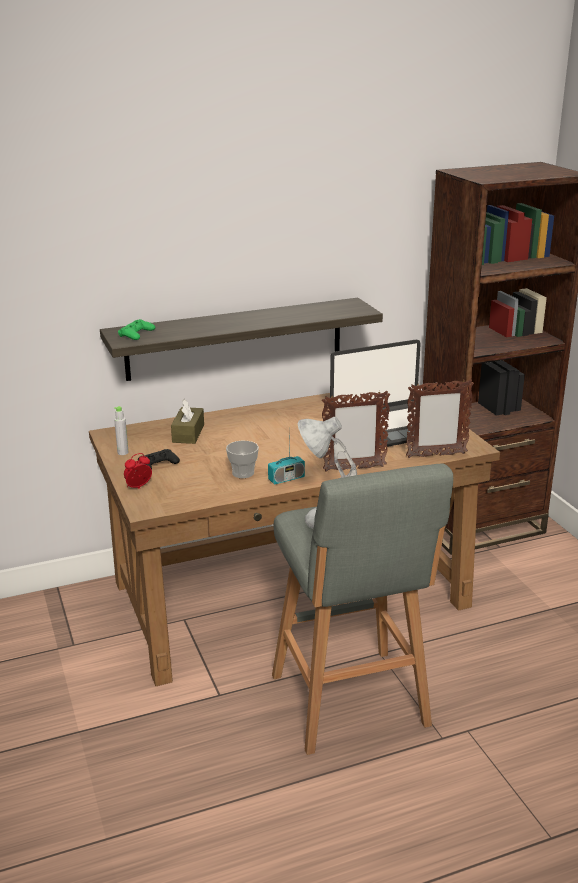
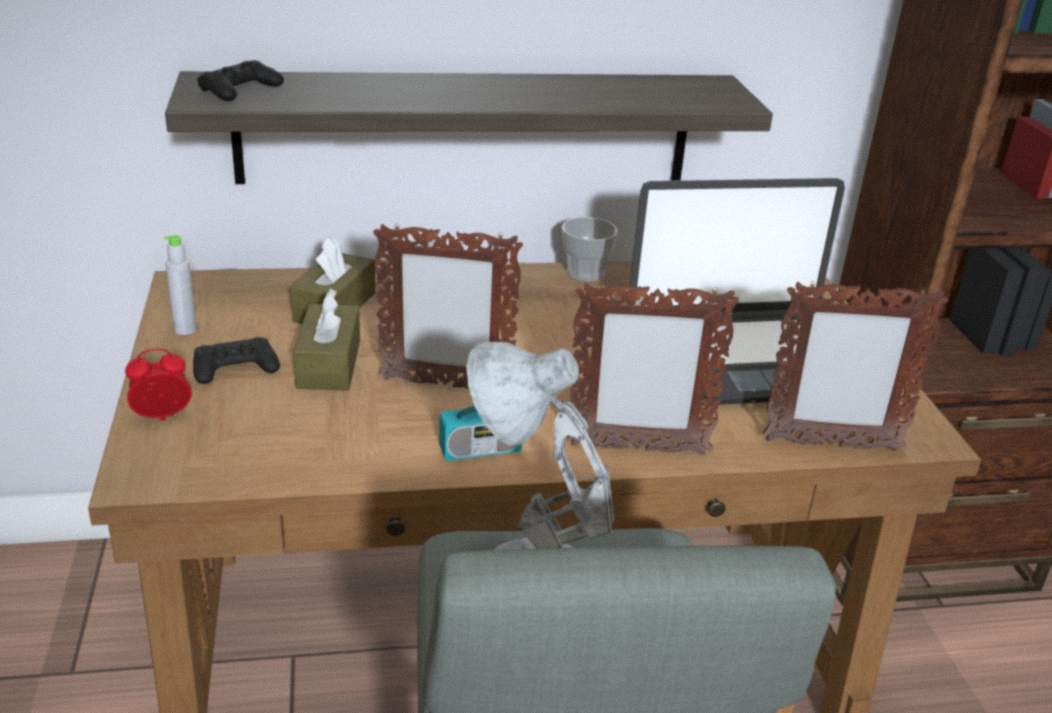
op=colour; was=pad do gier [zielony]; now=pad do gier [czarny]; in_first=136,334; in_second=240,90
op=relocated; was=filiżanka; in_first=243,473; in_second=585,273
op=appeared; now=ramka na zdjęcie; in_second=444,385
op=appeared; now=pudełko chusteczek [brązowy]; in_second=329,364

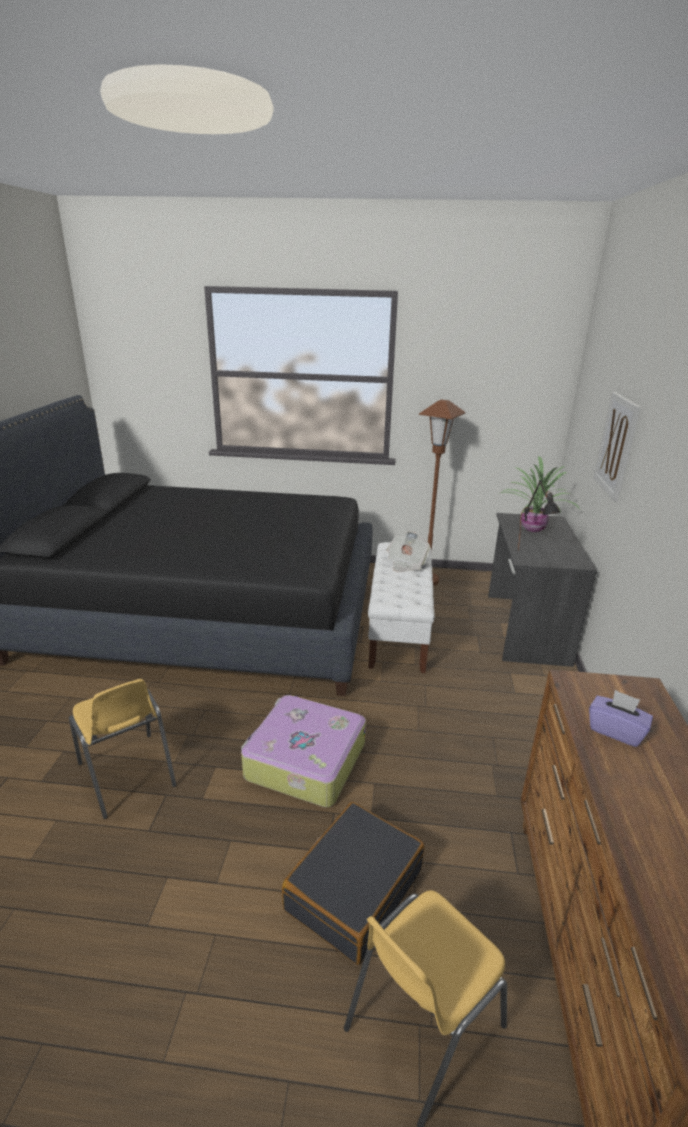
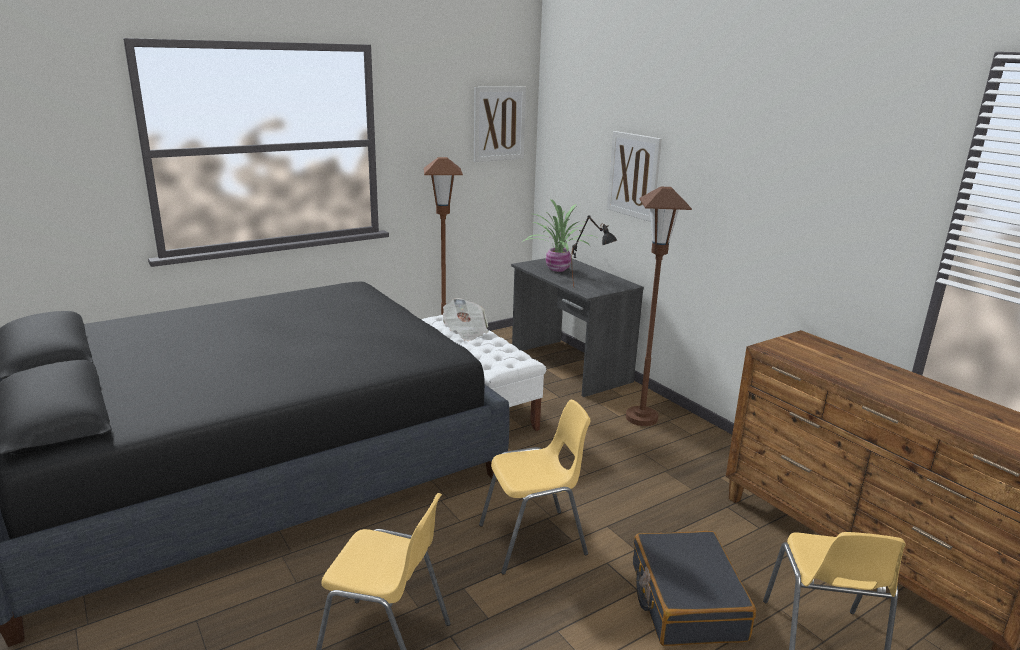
op=missing; was=pudełko chusteczek [fioletowy]; in_first=615,731
op=exchanged; was=walizka; now=krzesło [żółty]; in_first=304,761; in_second=534,540
op=appeared; now=obraz; in_second=499,124
op=appeared; now=lampa stojąca [brązowy]; in_second=641,418

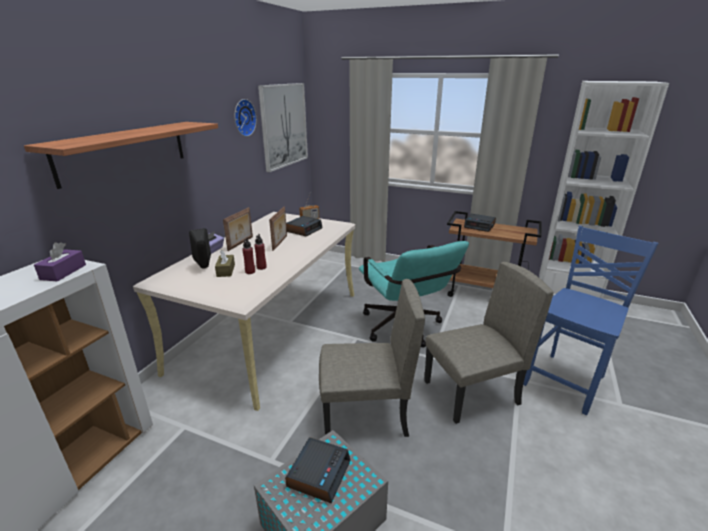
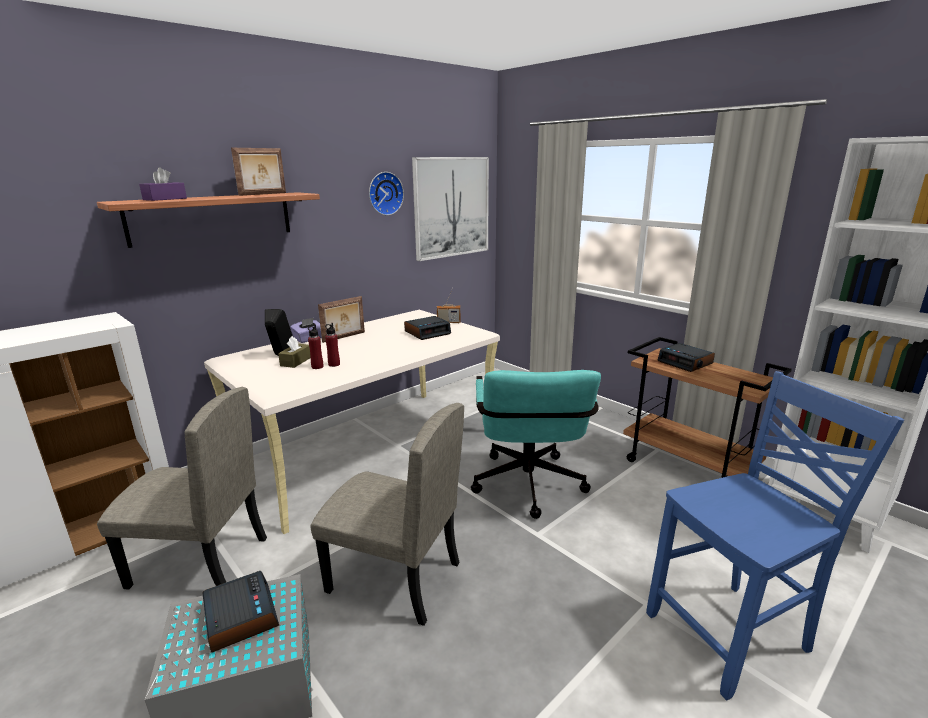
op=relocated; was=ramka na zdjęcie; in_first=280,243; in_second=263,194
op=relocated; was=pudełko chusteczek [fioletowy]; in_first=63,272; in_second=165,199
op=relocated; was=krzesło [beżowy]; in_first=471,393; in_second=199,562
op=spun; was=budzik; in_first=318,473; in_second=240,616; clockwise=-75

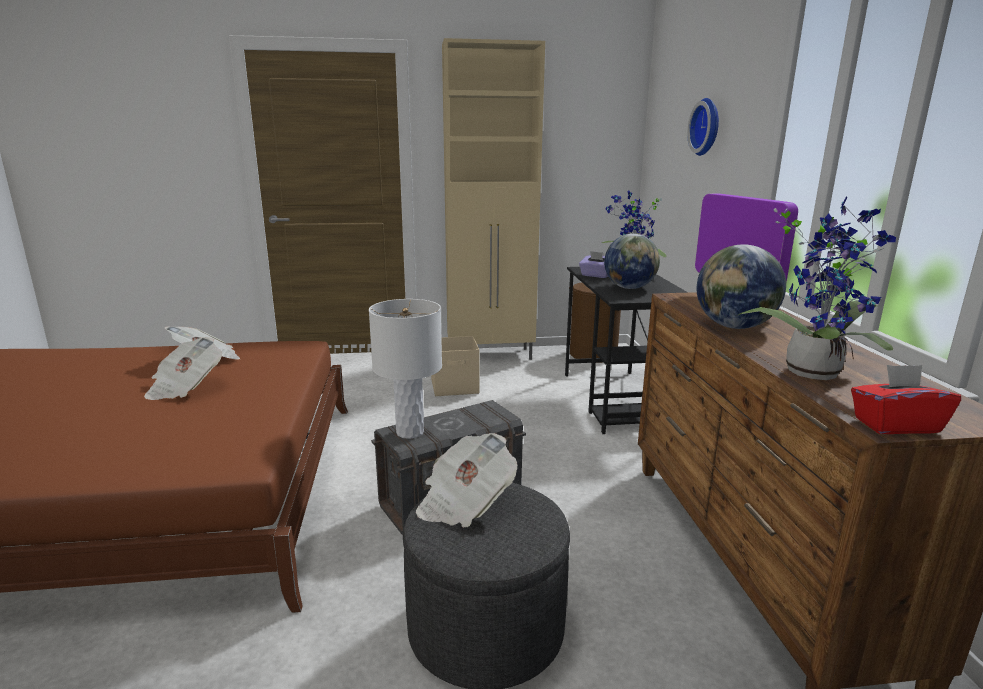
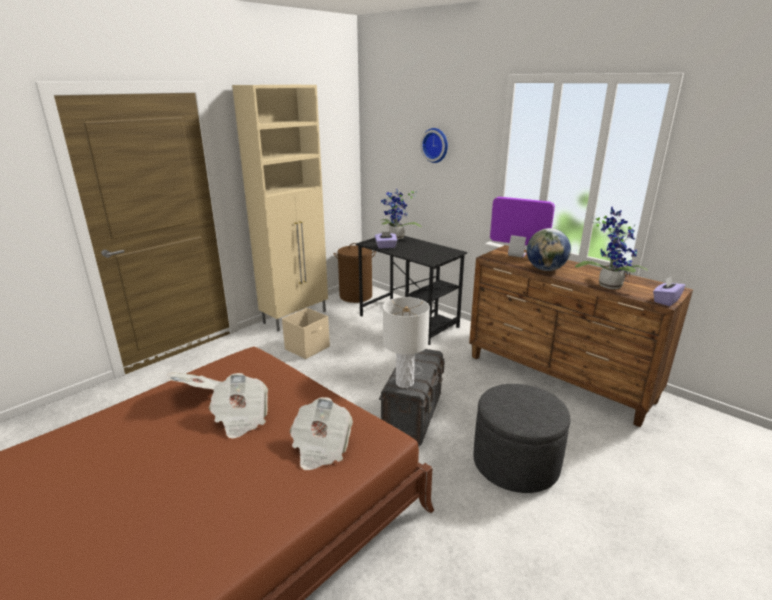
op=missing; was=globus; in_first=629,288
op=colour; was=pudełko chusteczek [czerwony]; now=pudełko chusteczek [fioletowy]; in_first=895,425; in_second=665,301
op=relocated; was=gazeta; in_first=464,502; in_second=321,447

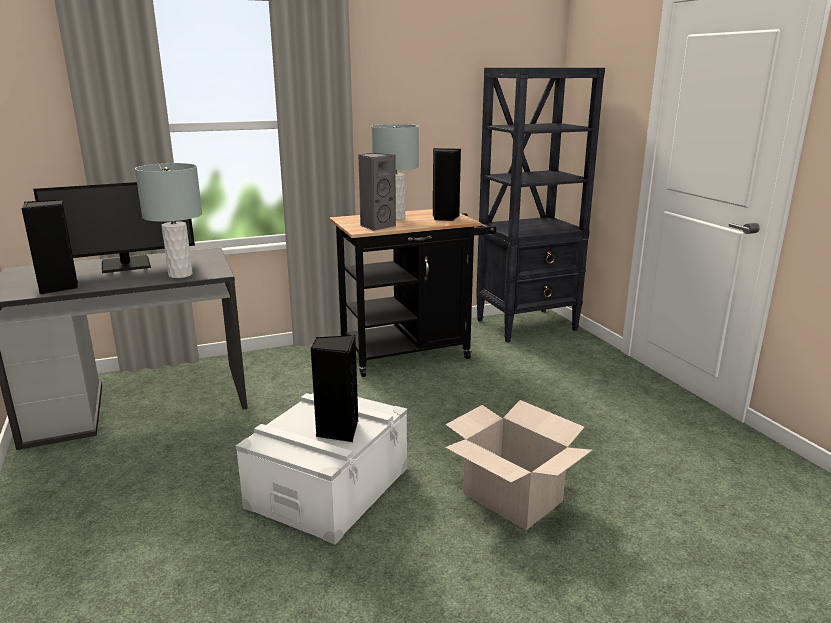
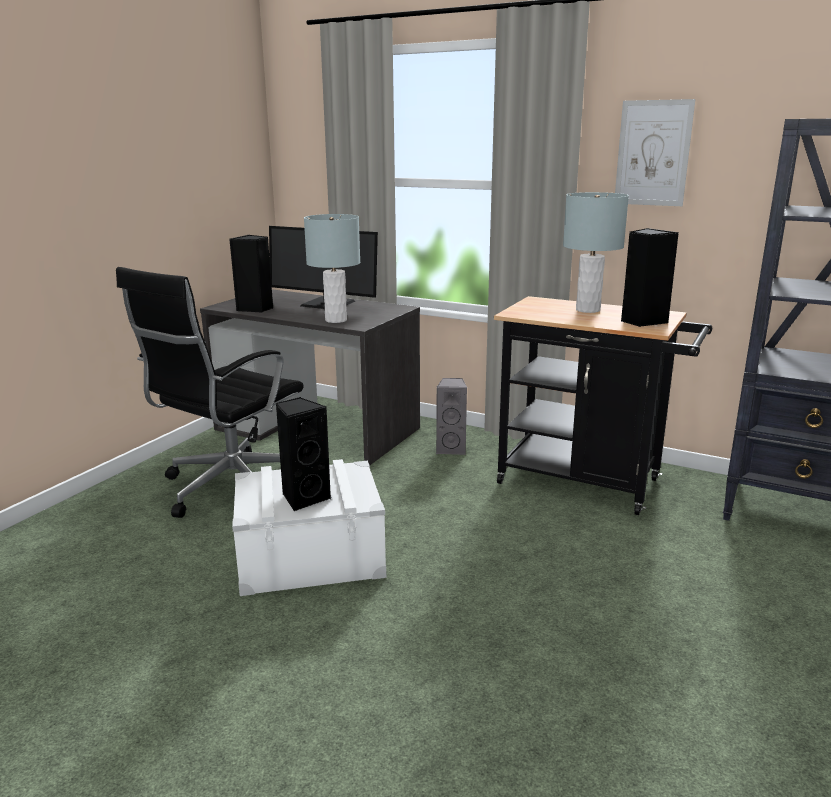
op=relocated; was=głośnik [szary]; in_first=376,226; in_second=451,449
op=missing; was=karton; in_first=513,497
op=appeared; now=obraz; in_second=653,153
op=appeared; now=krzesło biurowe [czarny]; in_second=231,488

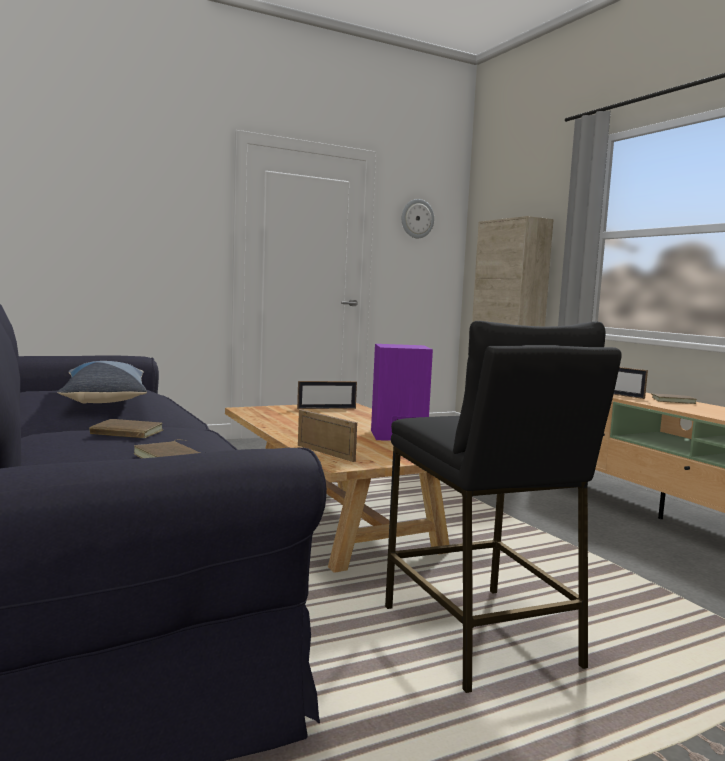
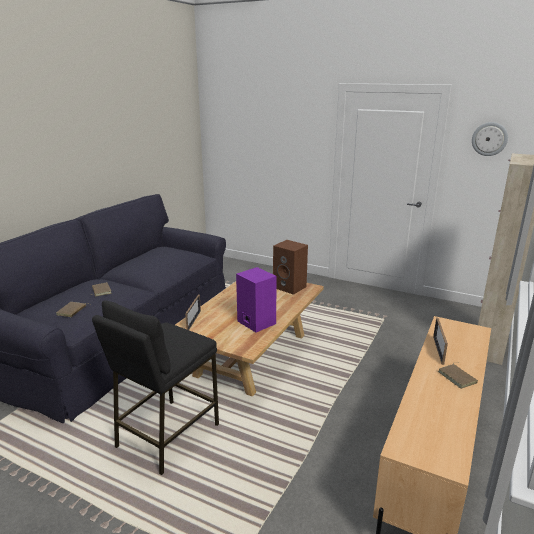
op=missing; was=poduszka; in_first=105,398
op=exchanged; was=ramka na zdjęcie; now=głośnik [brązowy]; in_first=326,408; in_second=290,287

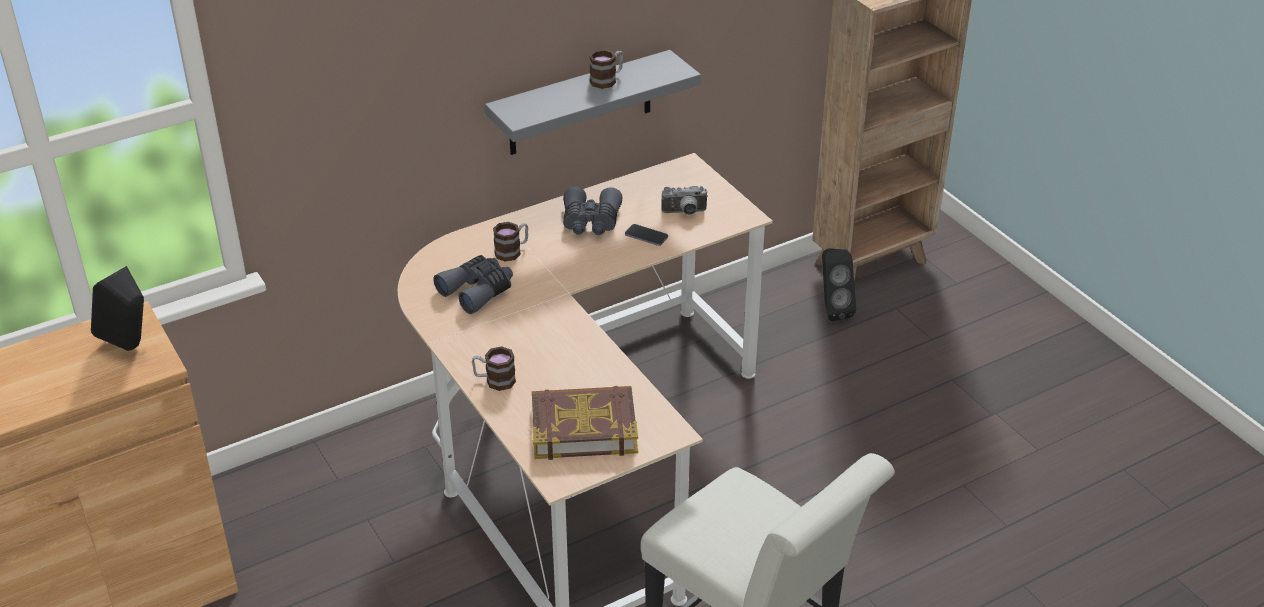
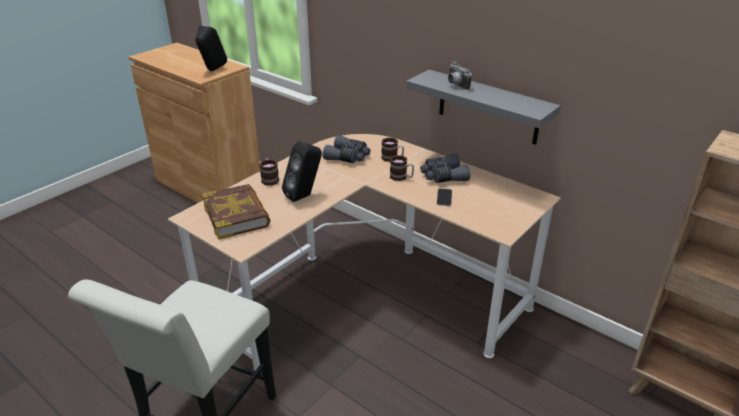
op=relocated; was=kubek; in_first=607,80; in_second=401,177
op=relocated; was=aparat fotograficzny; in_first=684,213; in_second=455,85
op=relocated; was=głośnik [czarny]; in_first=832,310; in_second=304,196

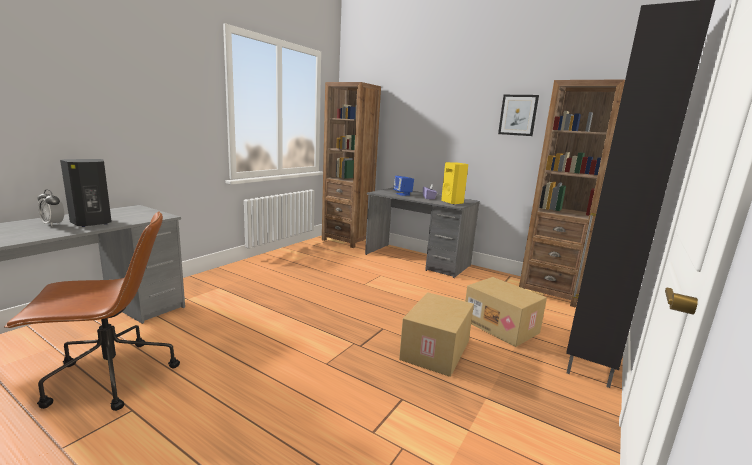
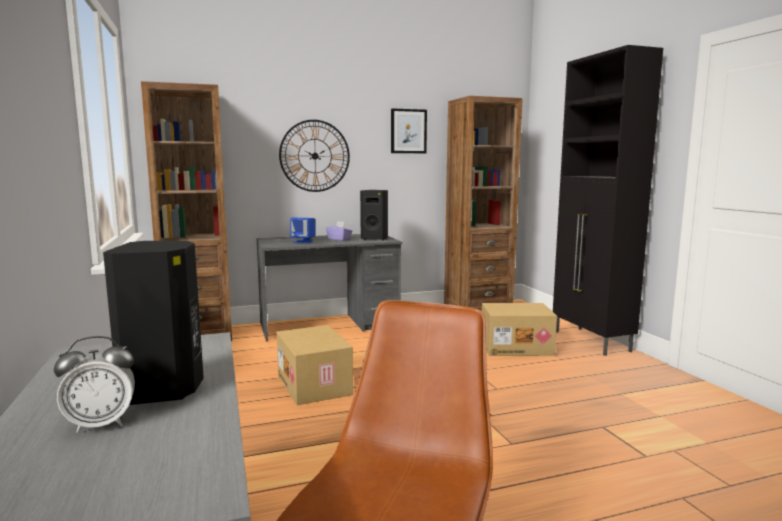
op=colour; was=głośnik [żółty]; now=głośnik [czarny]; in_first=453,202; in_second=375,239
op=relocated; was=karton; in_first=436,351; in_second=315,385
op=appeared; now=zegar ścienny; in_second=315,156

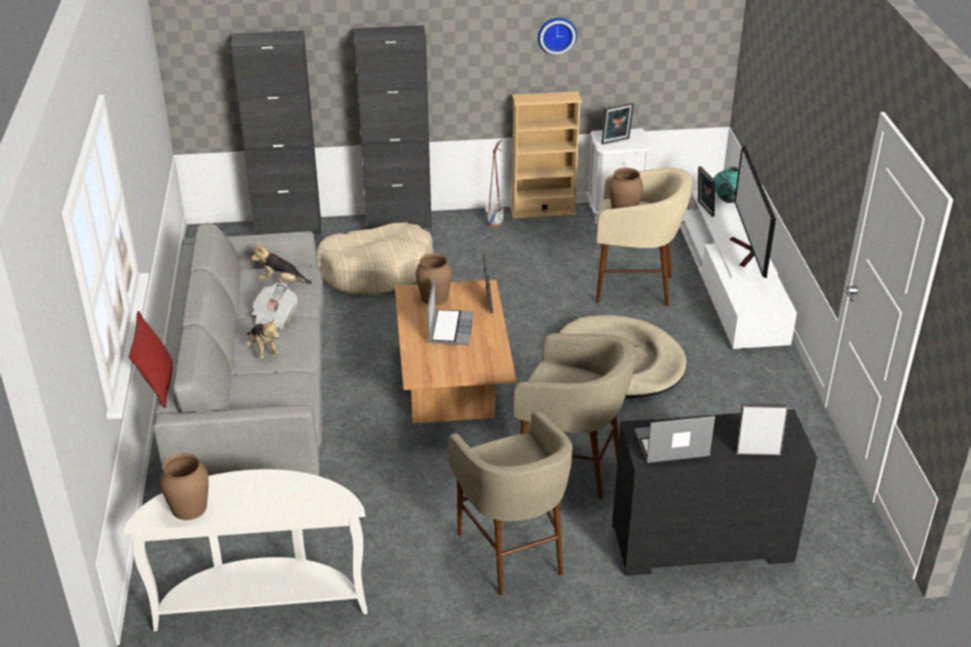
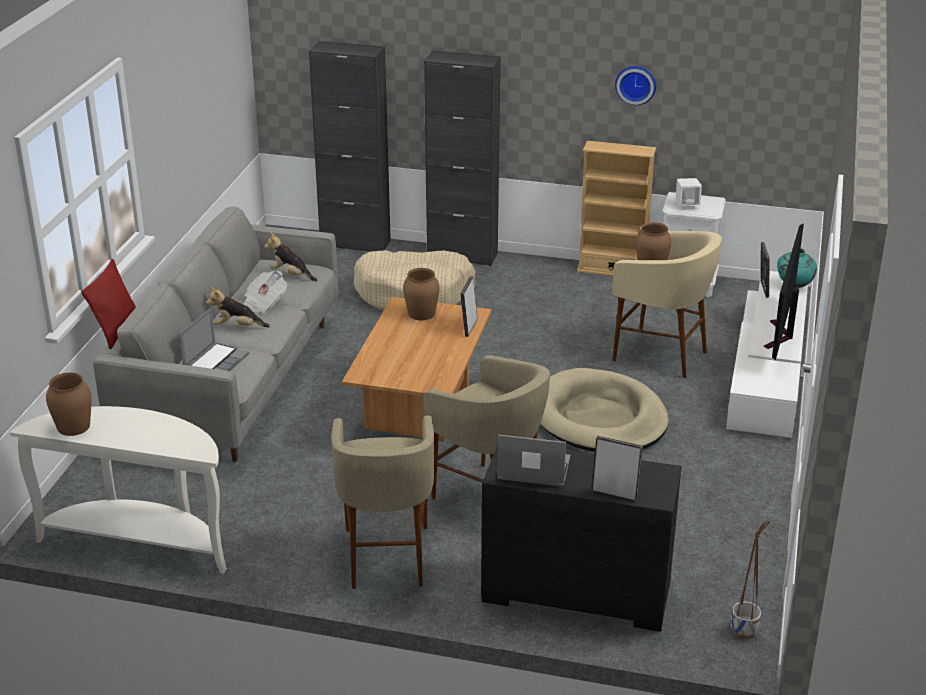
op=exchanged; was=ramka na zdjęcie; now=głośnik [biały]; in_first=616,142; in_second=687,205
op=relocated; was=donica; in_first=494,222; in_second=744,630
op=relocated; was=laptop; in_first=450,328; in_second=216,362
op=spun; was=pluszak; in_first=263,350; in_second=237,327; clockwise=105

